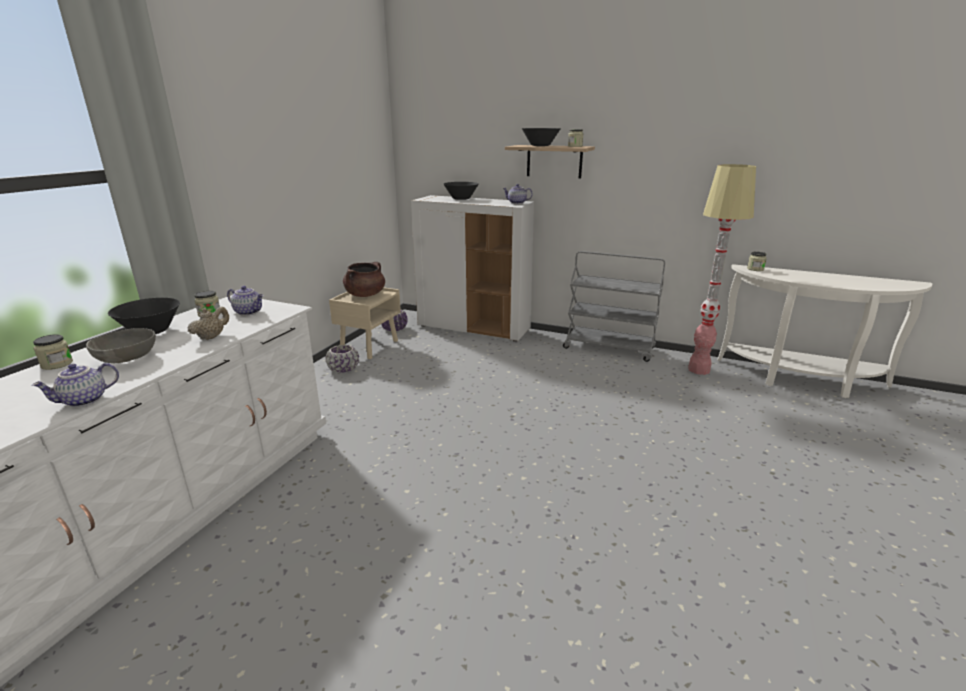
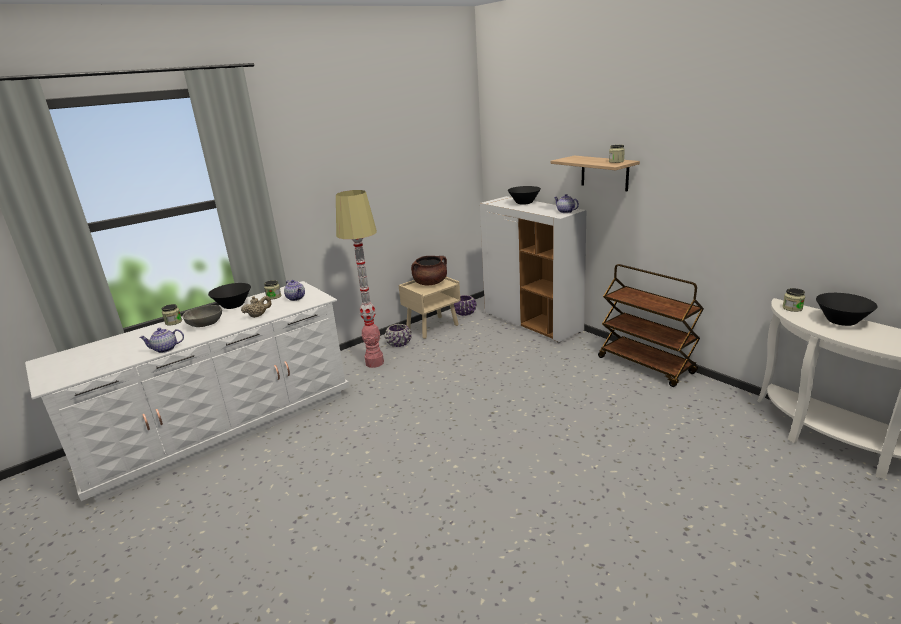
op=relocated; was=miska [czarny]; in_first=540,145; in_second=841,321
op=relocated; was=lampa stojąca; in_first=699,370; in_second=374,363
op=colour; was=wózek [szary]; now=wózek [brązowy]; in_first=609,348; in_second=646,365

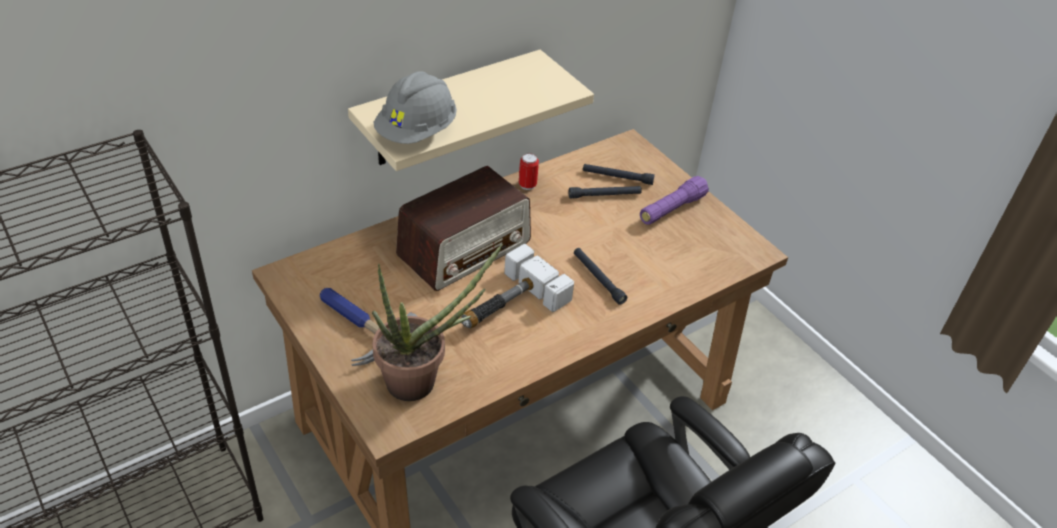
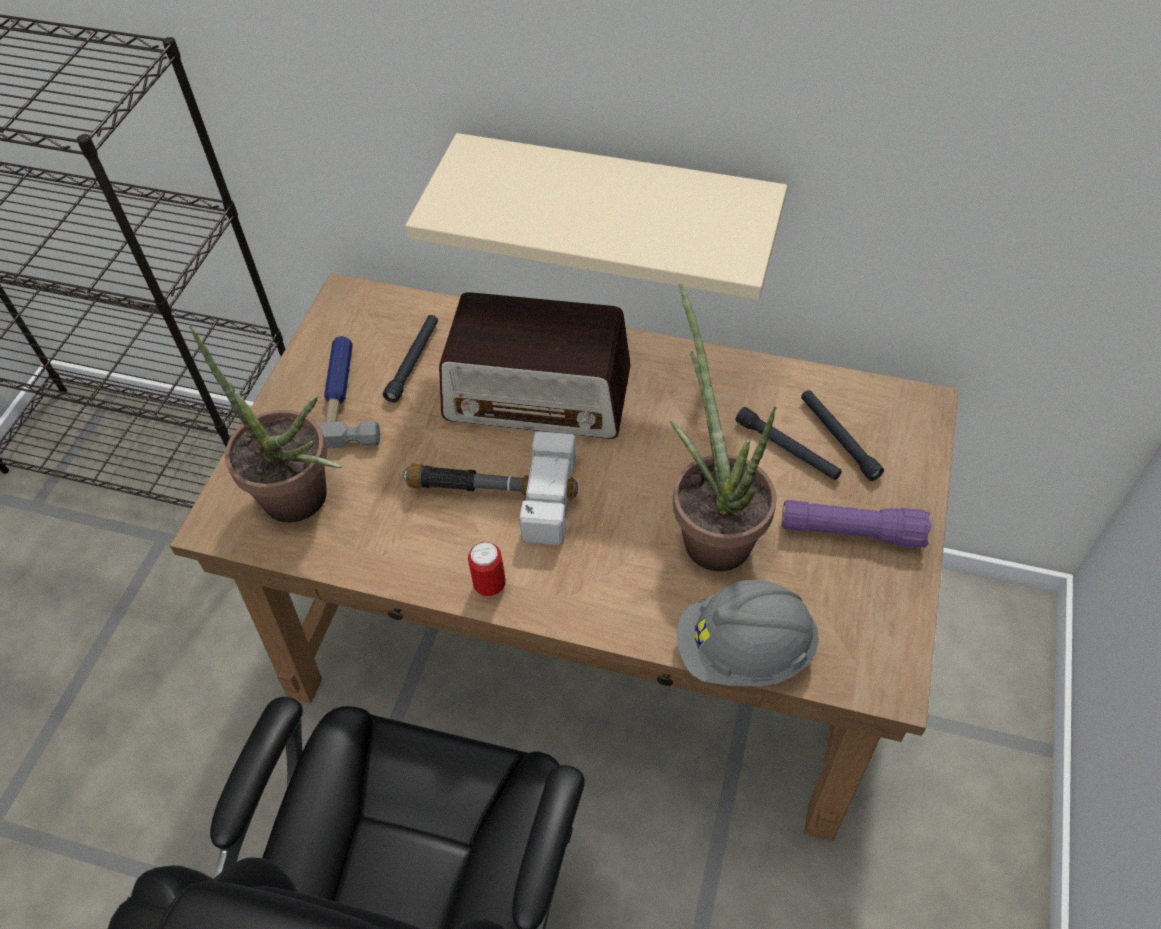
op=relocated; was=kask [szary]; in_first=417,132; in_second=744,651
op=relocated; was=puszka; in_first=527,185; in_second=489,585
op=relocated; was=latarka [czarny]; in_first=598,279; in_second=413,362
op=appeared; now=roślina doniczkowa; in_second=711,530

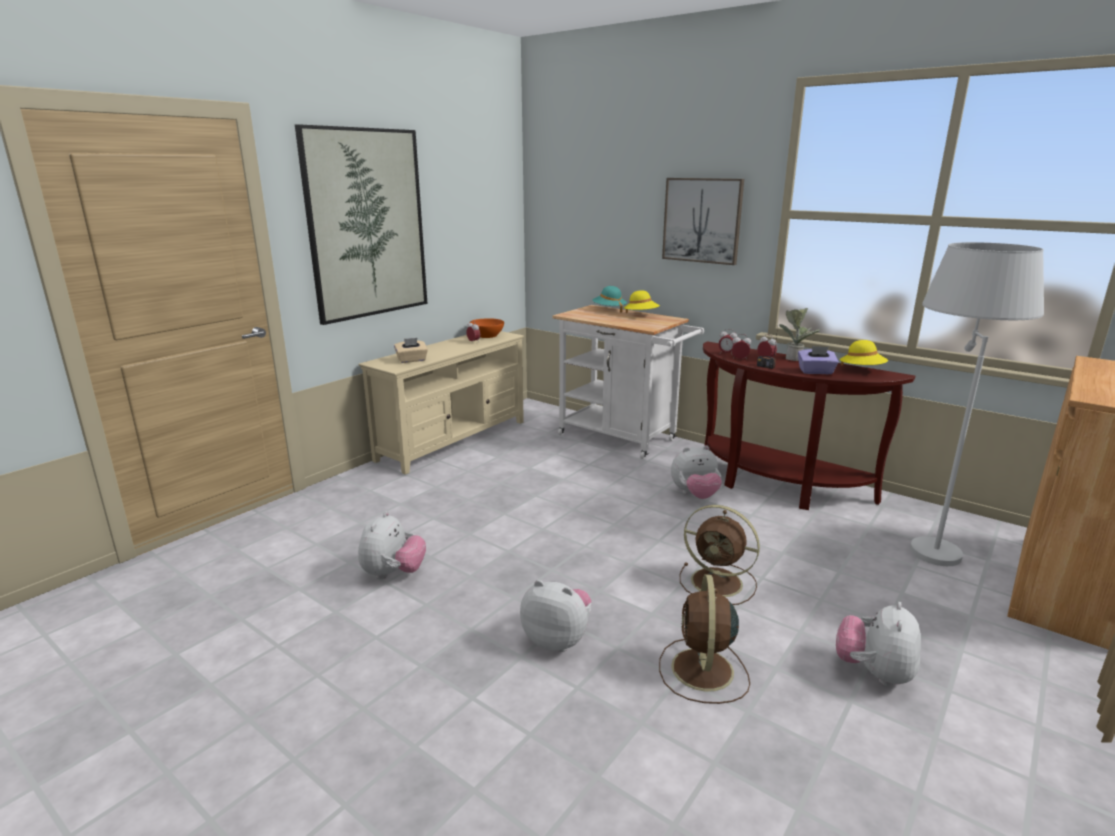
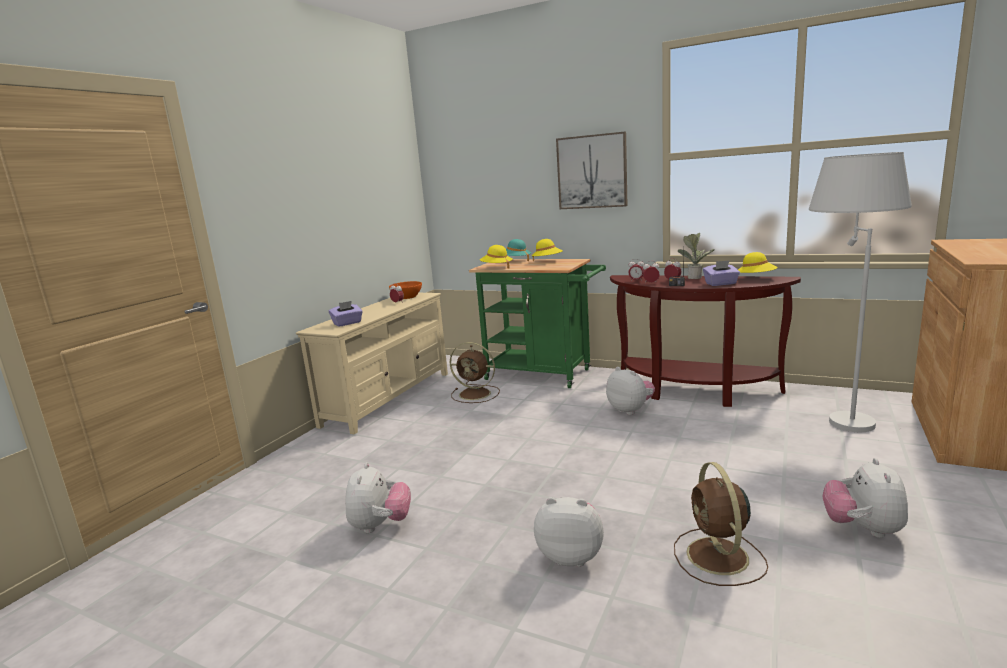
op=missing; was=obraz; in_first=367,224
op=colour; was=wózek [biały]; now=wózek [zielony]; in_first=623,439; in_second=544,375
op=colour; was=pudełko chusteczek [beżowy]; now=pudełko chusteczek [fioletowy]; in_first=412,360; in_second=347,323
op=spun; was=pluszak; in_first=695,495; in_second=630,410; clockwise=-105
op=relocated; was=wentylator [brązowy]; in_first=719,583; in_second=476,394
op=appeared; now=kapelusz [żółty]; in_second=496,267

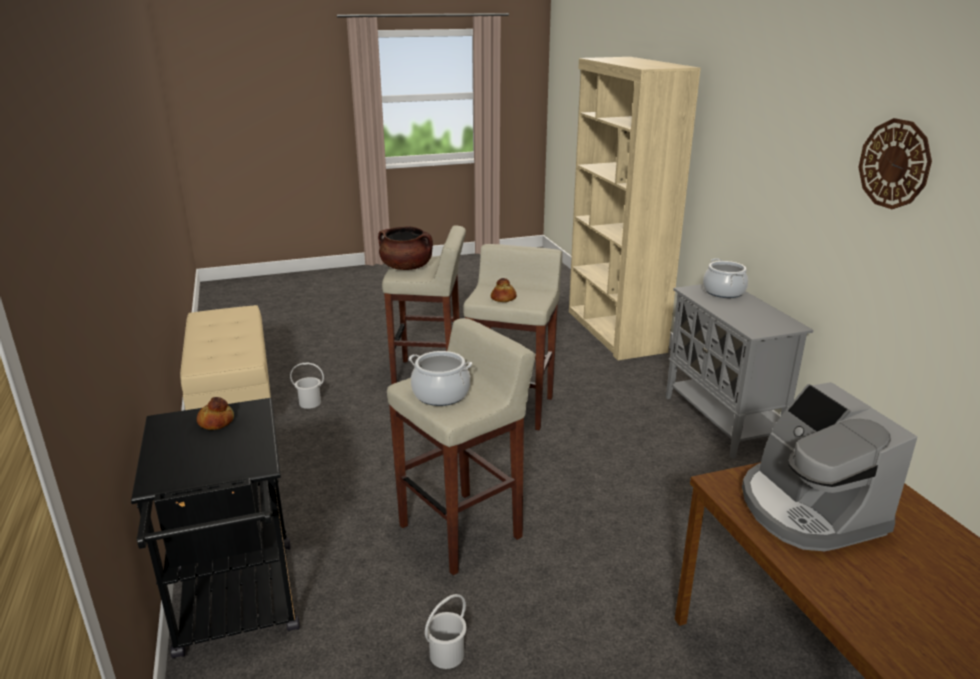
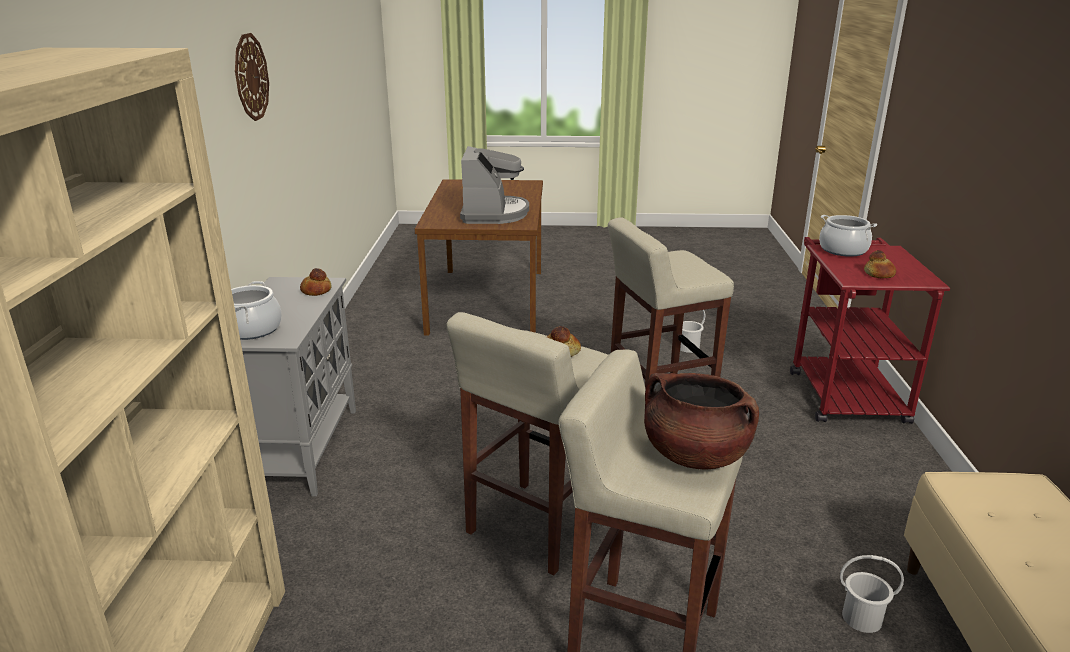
op=relocated; was=garnek; in_first=441,394; in_second=843,250
op=colour; was=wózek [czarny]; now=wózek [czerwony]; in_first=237,608; in_second=843,391
op=appeared; now=chleb; in_second=316,290

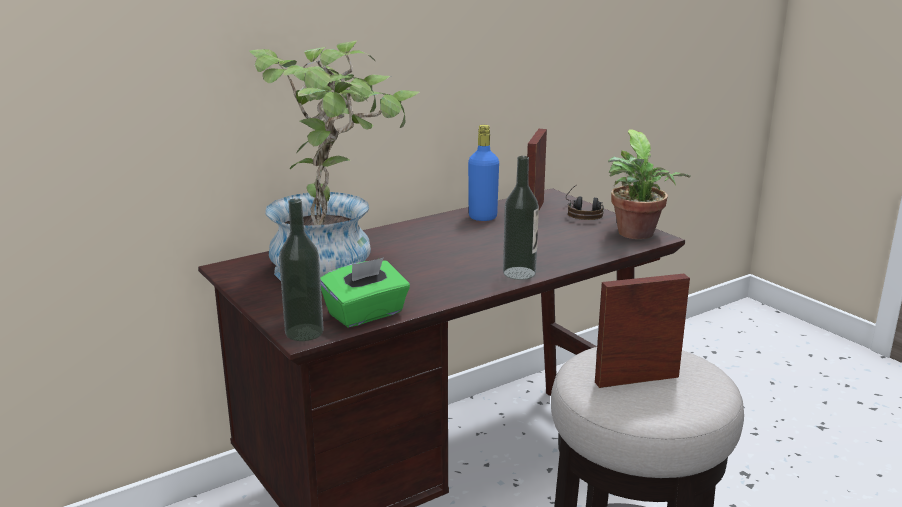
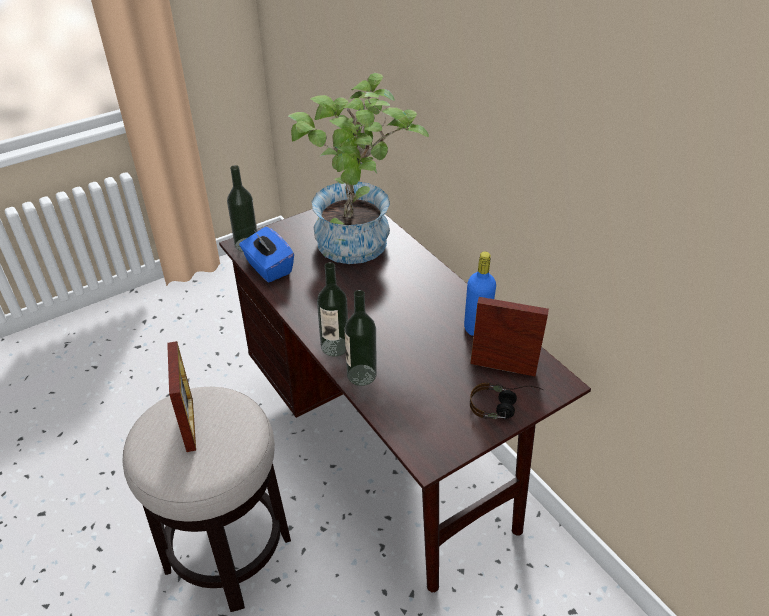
op=missing; was=roślina doniczkowa; in_first=637,235
op=colour; was=pudełko chusteczek [zielony]; now=pudełko chusteczek [niebieski]; in_first=366,314; in_second=268,268
op=appeared; now=butelka; in_second=361,375

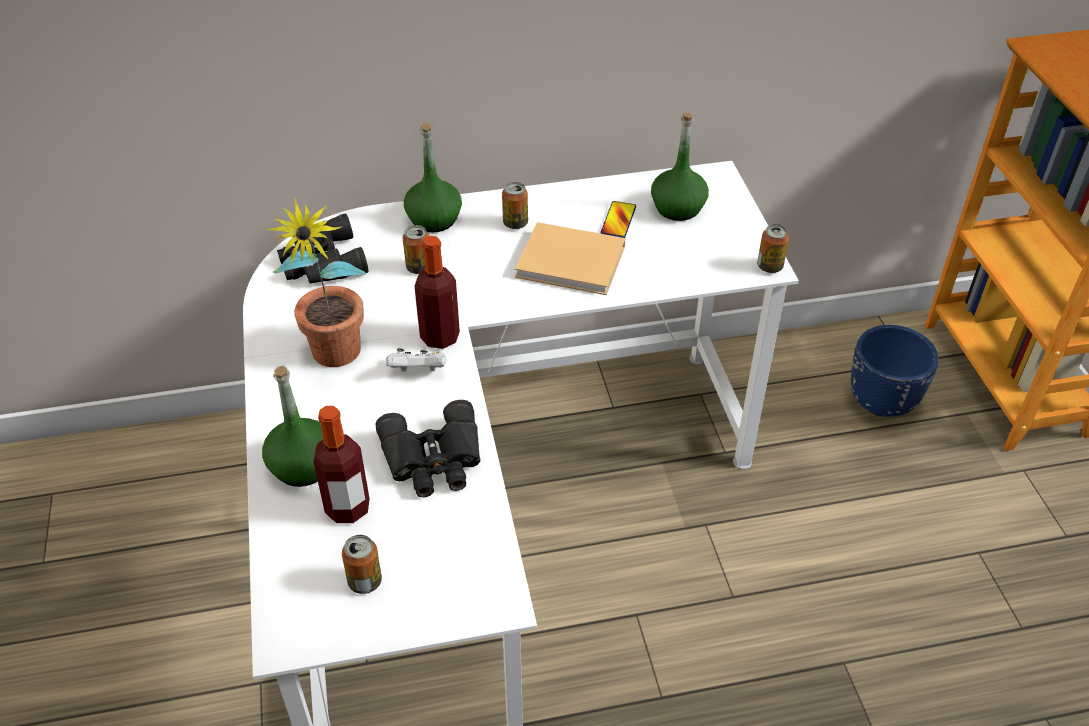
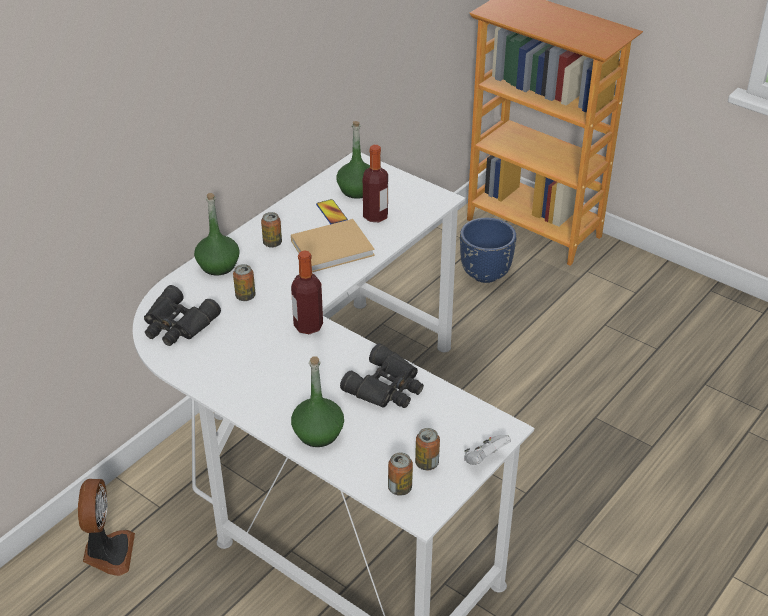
op=missing; was=roślina doniczkowa; in_first=334,361
op=relocated; was=puszka; in_first=770,266; in_second=400,488
op=relocated; was=pad do gier [biały]; in_first=418,372; in_second=484,459
op=relocated; was=butelka; in_first=347,508; in_second=375,216
op=appeared; now=wentylator; in_second=108,553

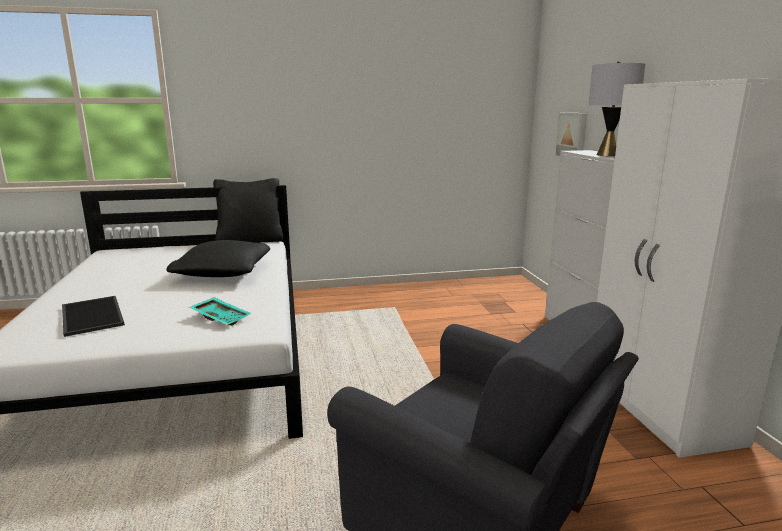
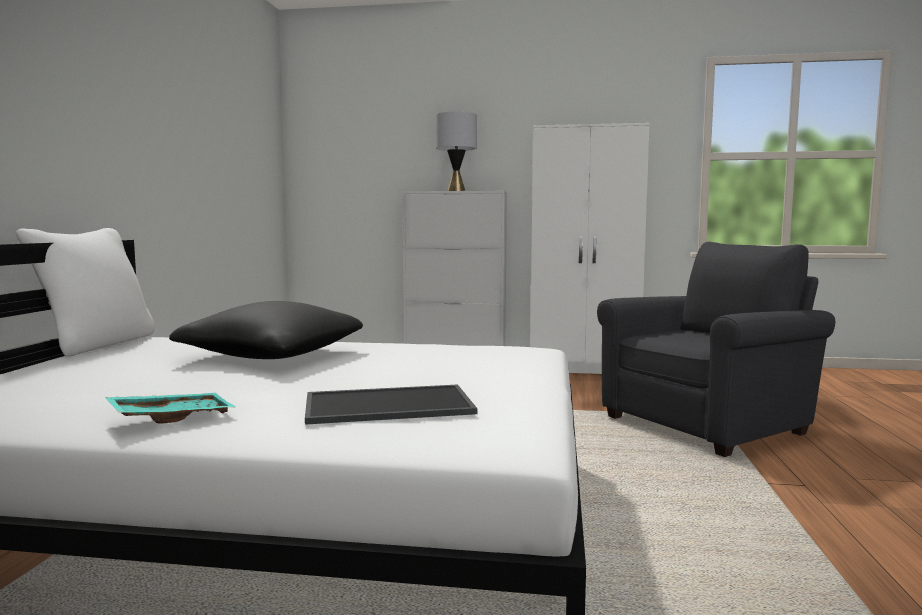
op=missing; was=obraz; in_first=572,136
op=colour; was=poduszka [czarny]; now=poduszka [biały]; in_first=250,240; in_second=97,344
op=relocated; was=taca [turkusowy]; in_first=222,317; in_second=171,417

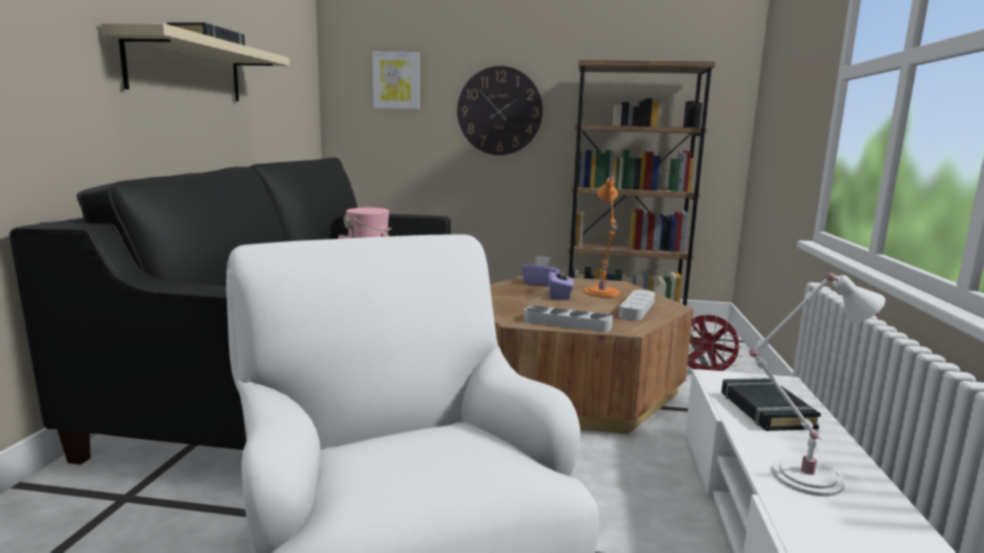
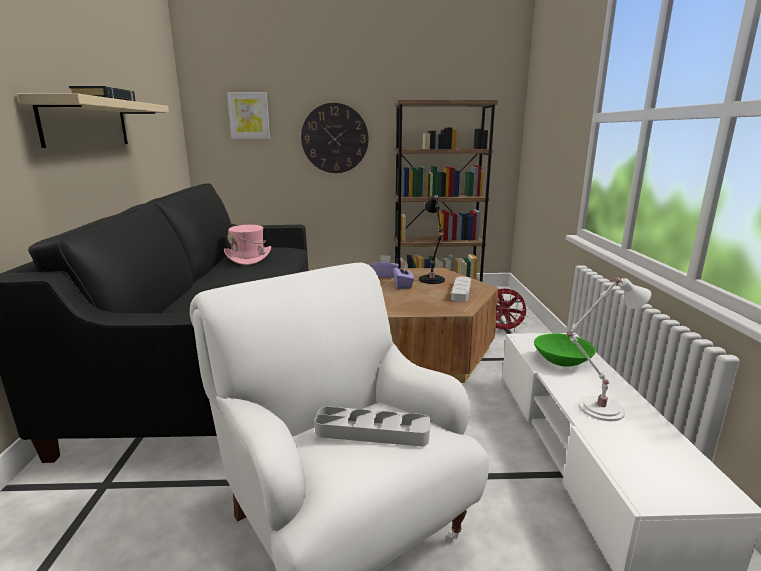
op=colour; was=lampa stołowa [pomarańczowy]; now=lampa stołowa [czarny]; in_first=602,293; in_second=432,280
op=relocated; was=taca [szary]; in_first=567,323; in_second=372,432
op=exchanged; was=książka [czarny]; now=miska [zielony]; in_first=765,410; in_second=562,361

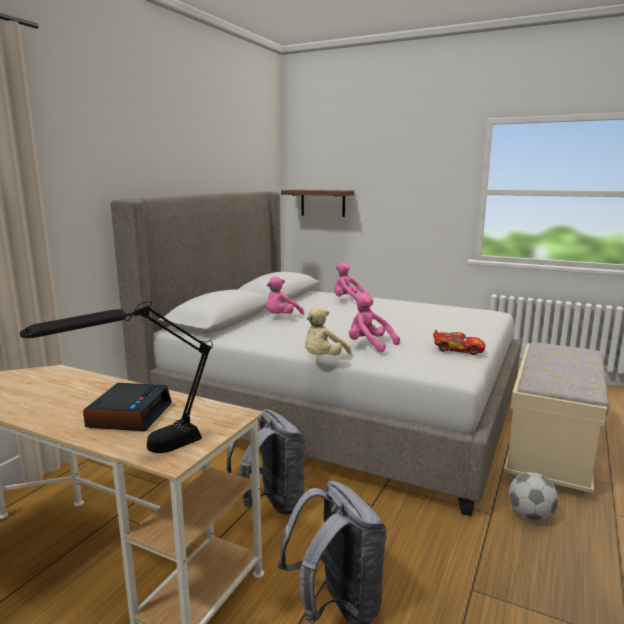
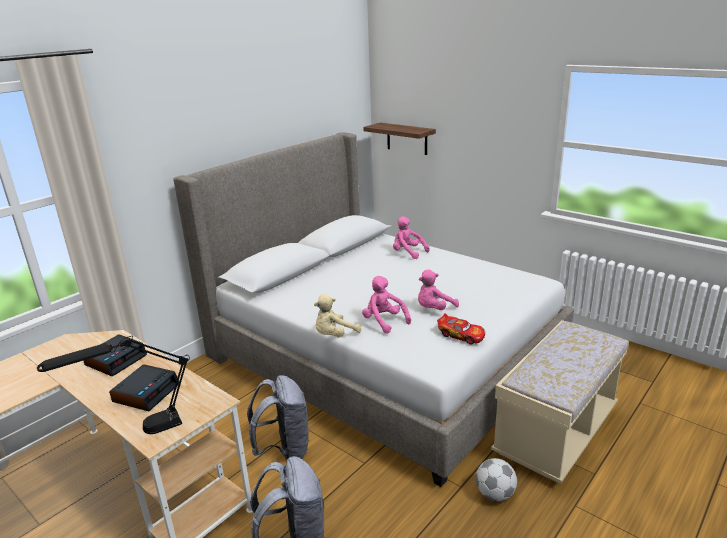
op=relocated; was=pluszak [różowy]; in_first=281,317; in_second=434,309
op=appeared; now=budzik; in_second=116,360

